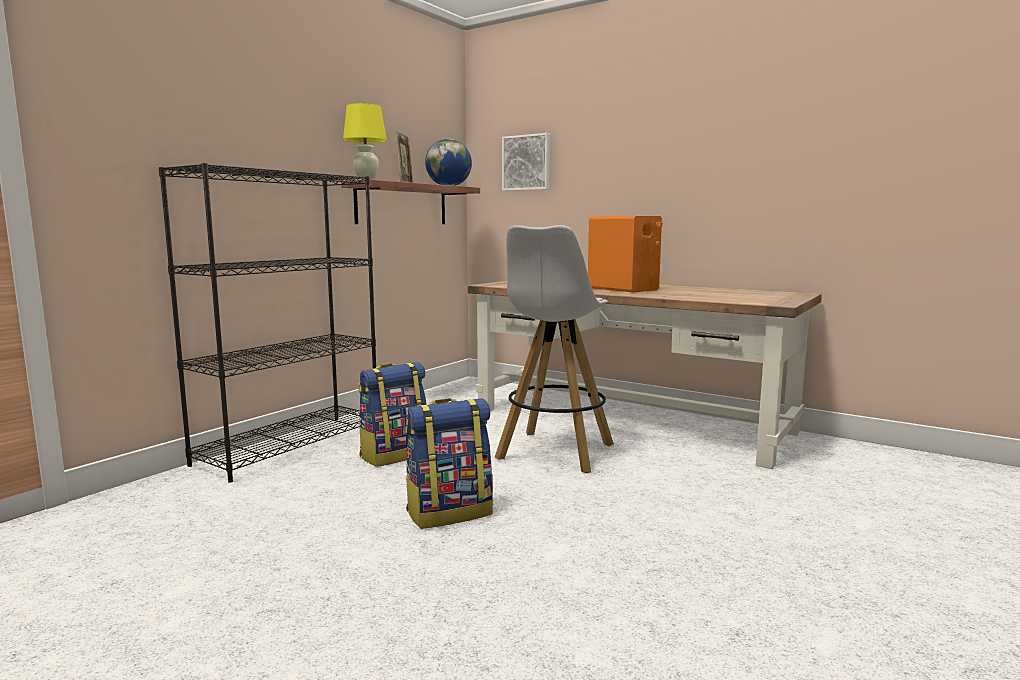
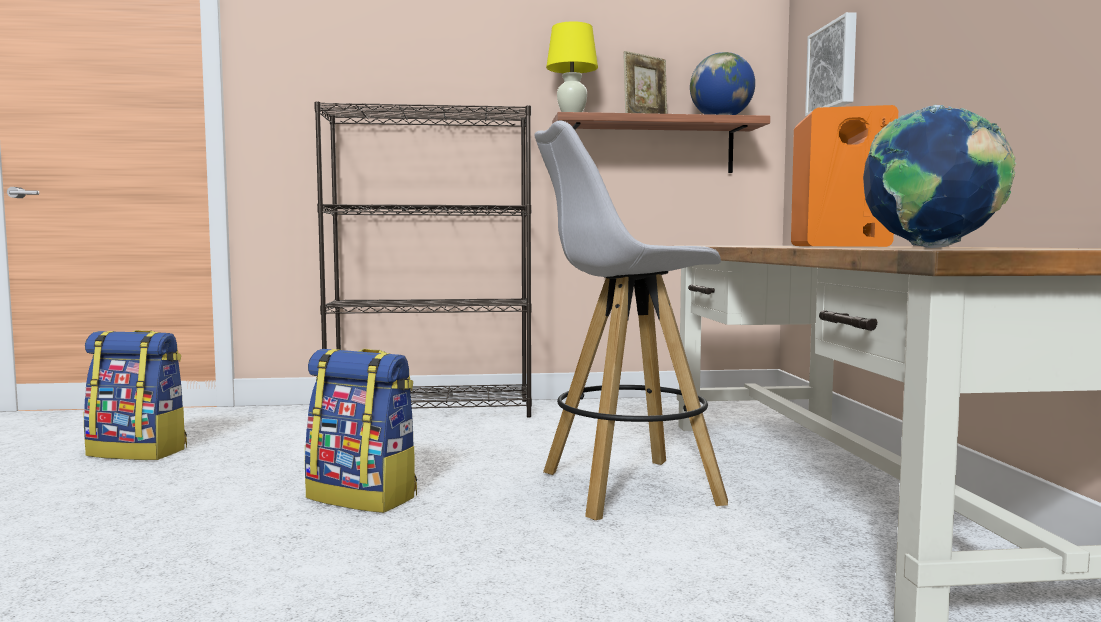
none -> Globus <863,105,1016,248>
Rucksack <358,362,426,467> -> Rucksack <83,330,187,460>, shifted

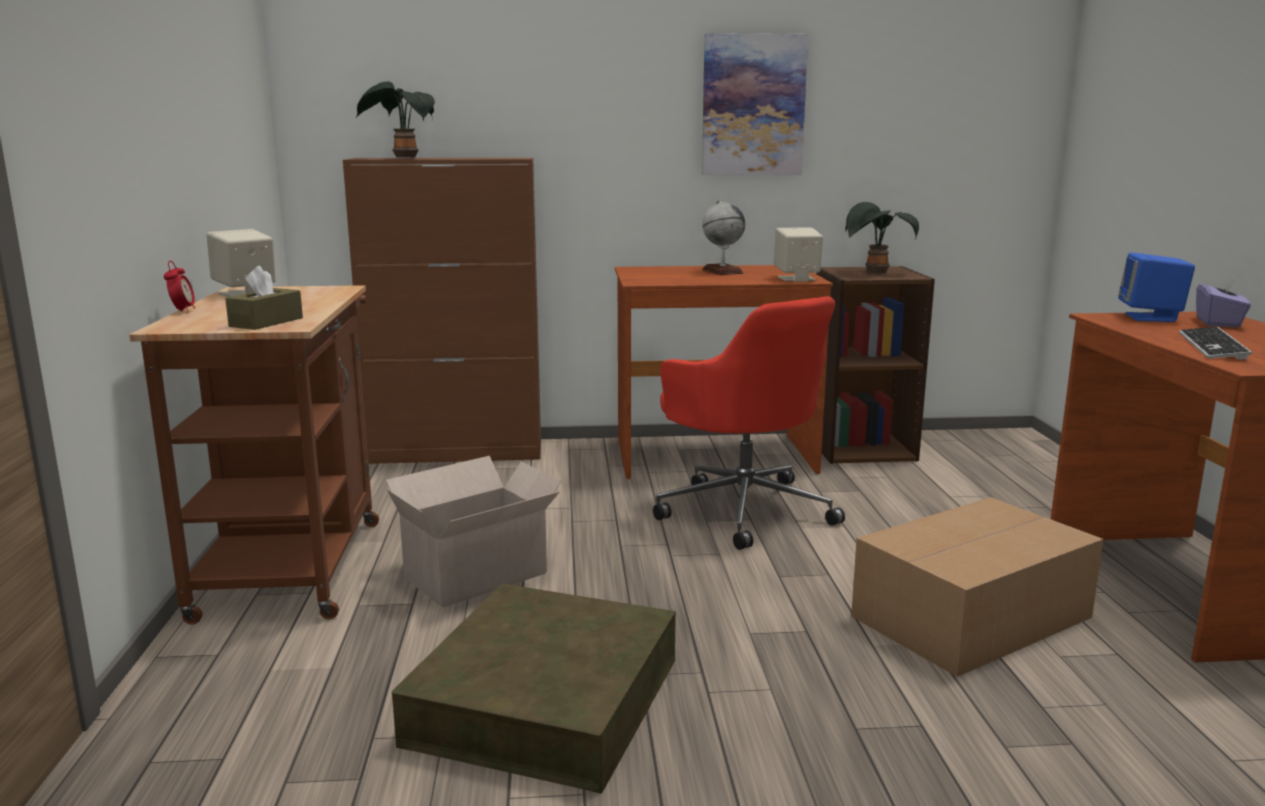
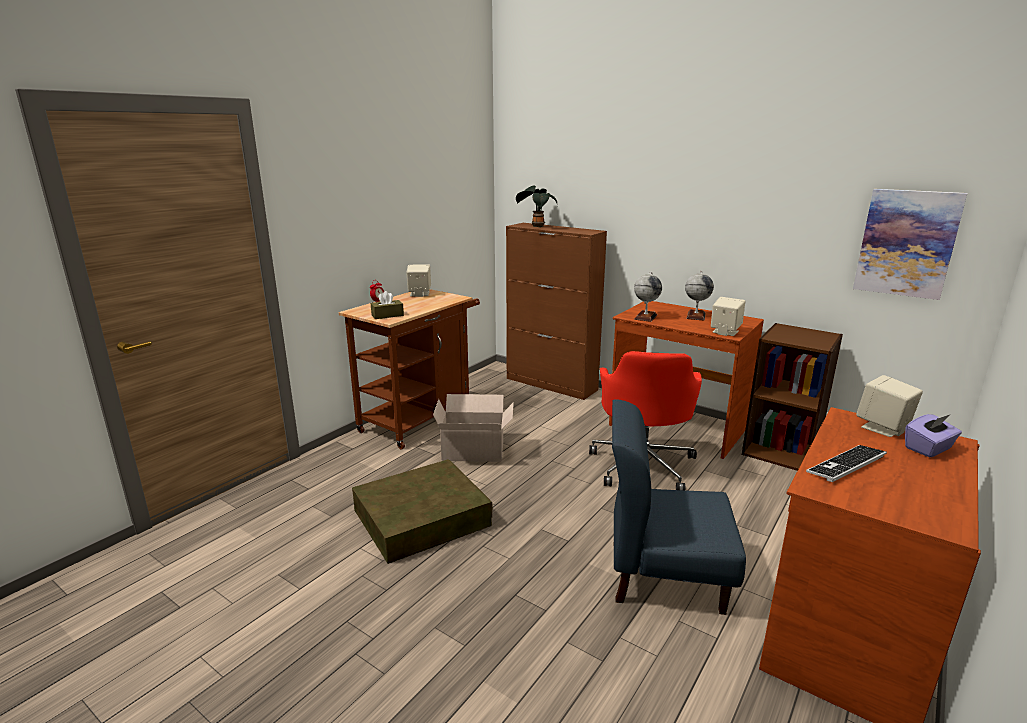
Topfpflanze <845,202,919,273> -> none
none -> Globus <634,272,662,322>
Bild <702,33,808,175> -> Bild <853,189,967,300>, shifted
Karton <851,497,1104,677> -> Stuhl (blau) <612,399,746,615>
Lautsprecher (blau) <1118,253,1195,322> -> Lautsprecher (beige) <856,375,923,437>

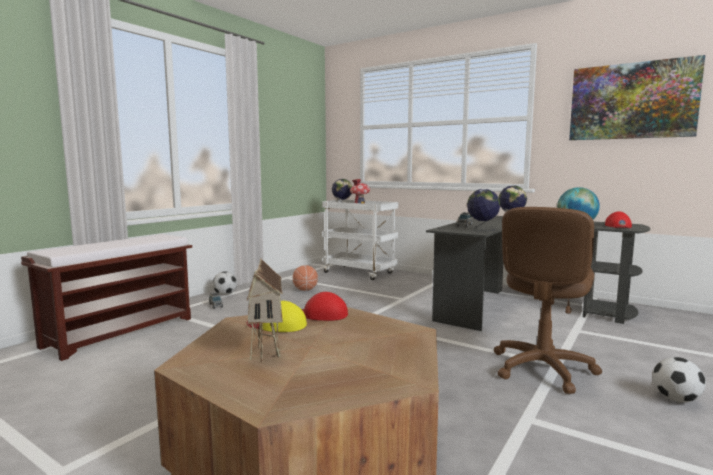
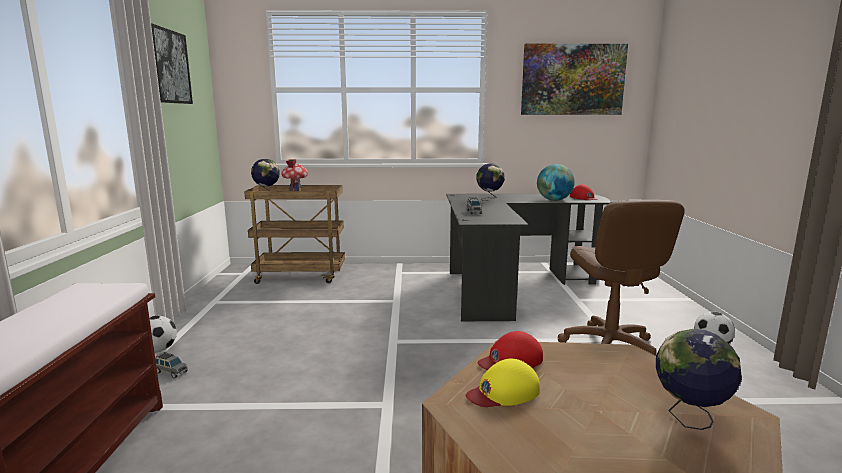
Spielzeughaus <247,258,283,362> -> none
Basketball <293,265,318,291> -> none
none -> Bild <151,23,193,104>
Globus <467,189,500,231> -> Globus <656,329,742,430>, shifted
Rollwagen (weiß) <322,200,398,280> -> Rollwagen (braun) <244,185,345,284>

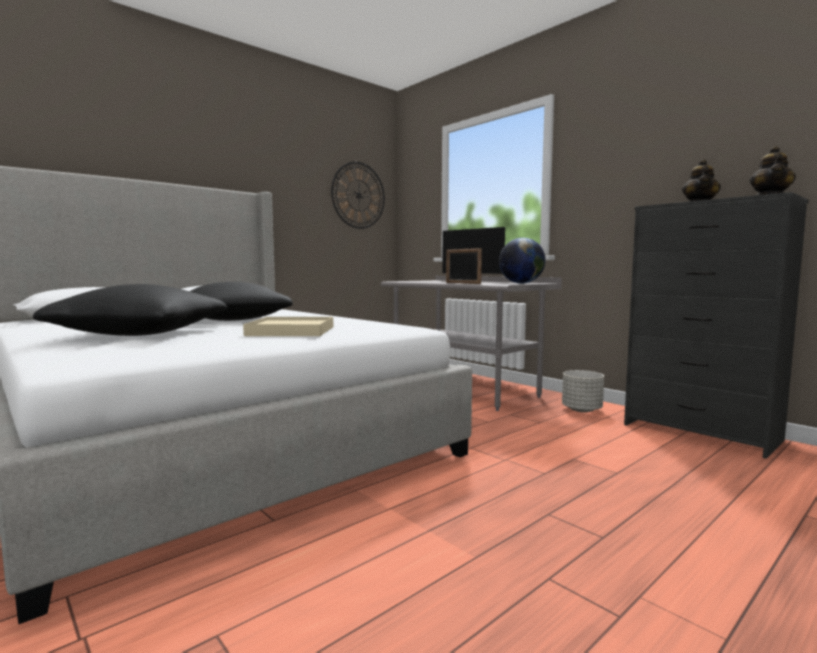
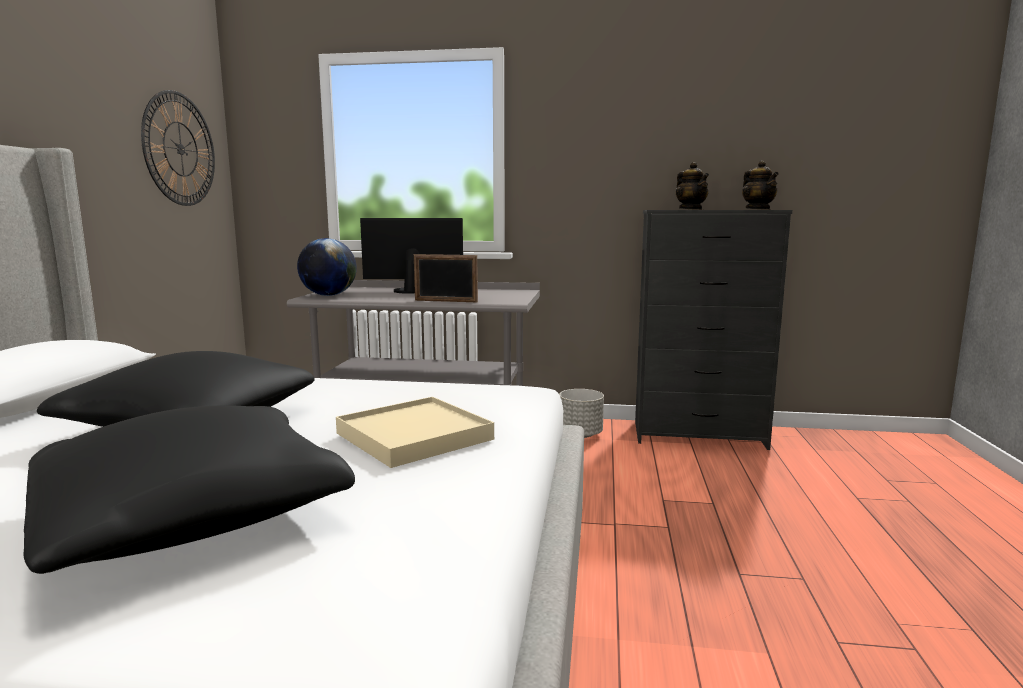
Globus <499,238,546,284> -> Globus <297,238,357,296>, shifted

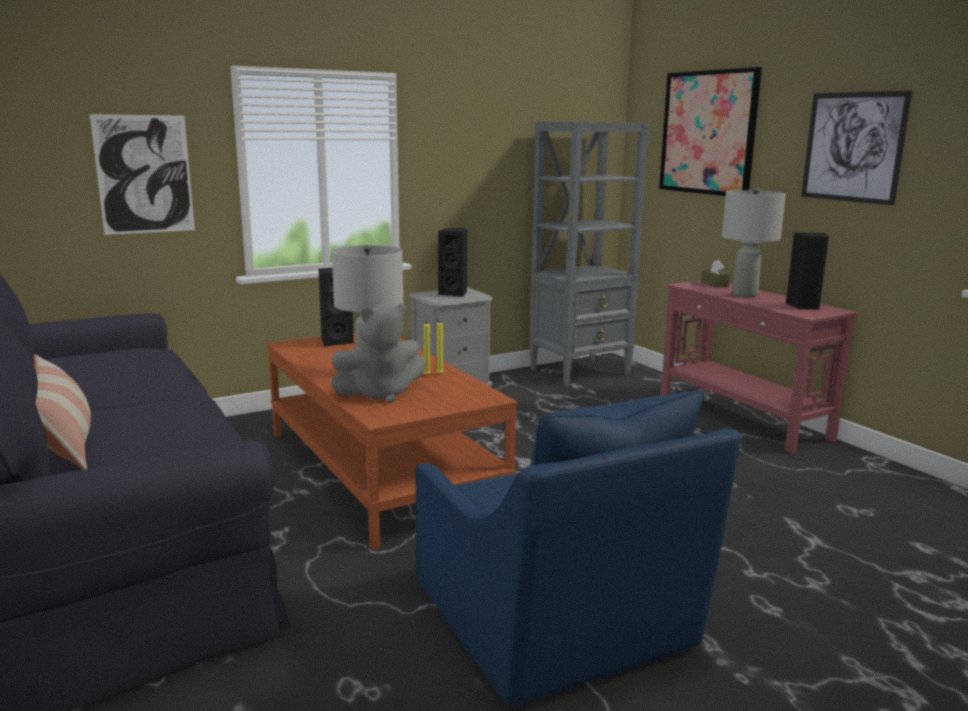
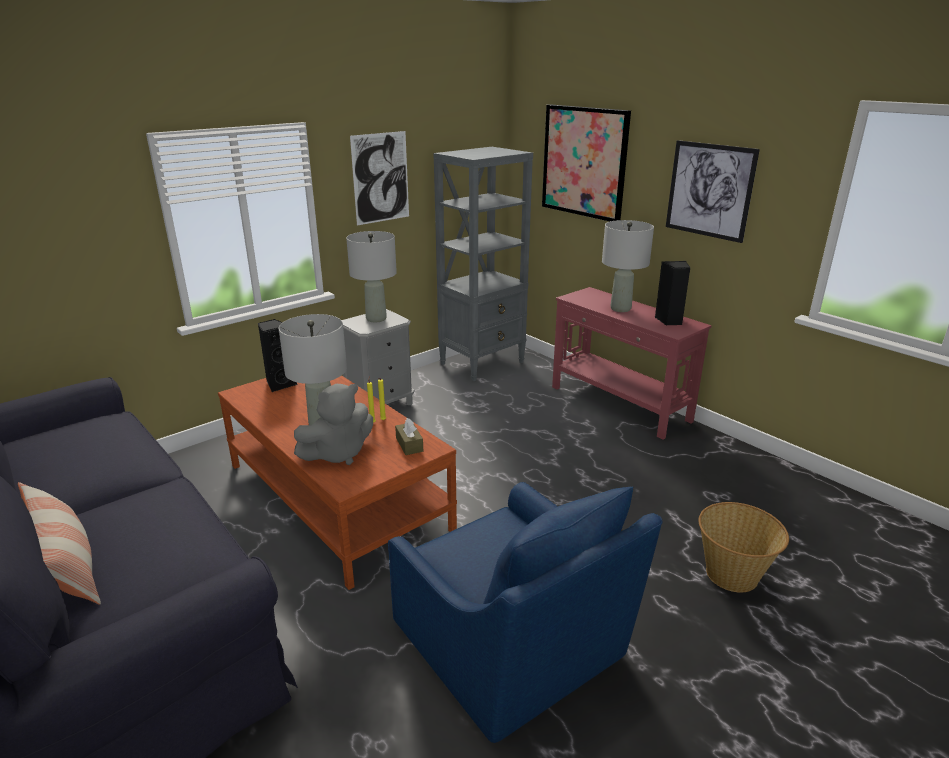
none -> Korb <699,502,789,593>
Bild <90,114,195,235> -> Bild <350,131,409,226>, shifted
Taschentuchbox (braun) <701,260,730,288> -> Taschentuchbox (braun) <395,418,423,455>, shifted
Lautsprecher (schwarz) <438,228,467,297> -> Tischlampe (grau) <346,231,397,322>

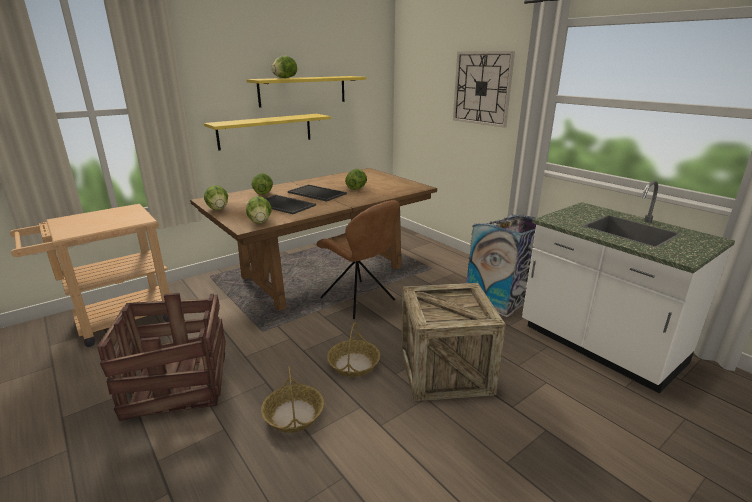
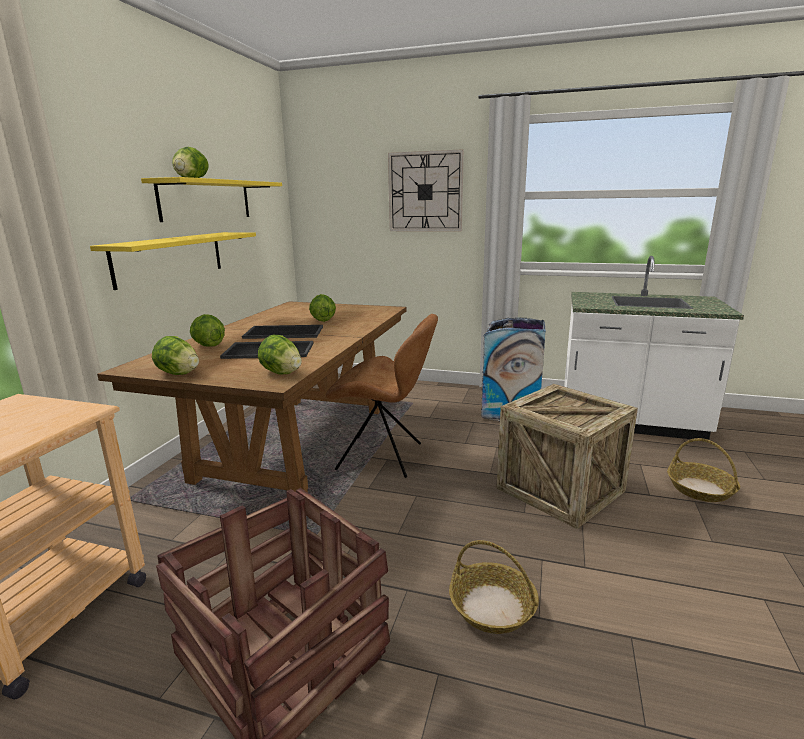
Korb <327,322,380,377> -> Korb <667,438,740,502>, shifted

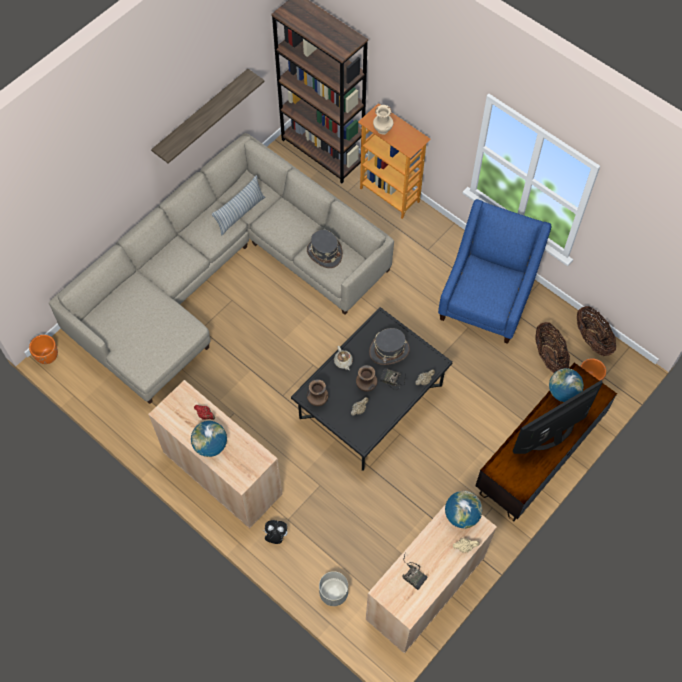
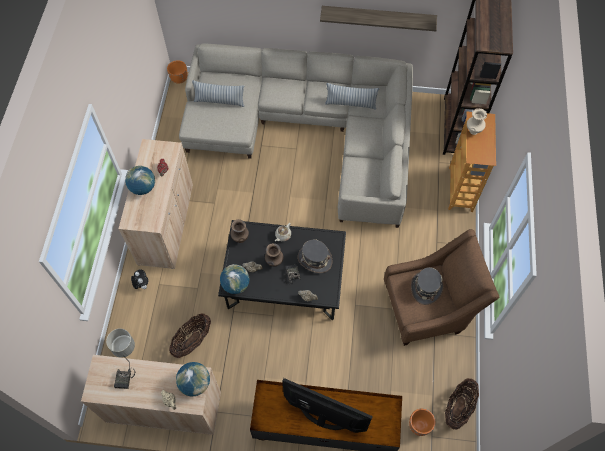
none -> Kissen <192,80,244,107>
Hut (grau) <307,230,343,268> -> Hut (grau) <411,267,444,305>, shifted
Korb <535,322,570,373> -> Korb <169,313,211,358>, shifted
Globus <549,368,584,402> -> Globus <220,264,250,294>, shifted
Sessel (blau) <438,199,551,344> -> Sessel (braun) <384,229,499,346>

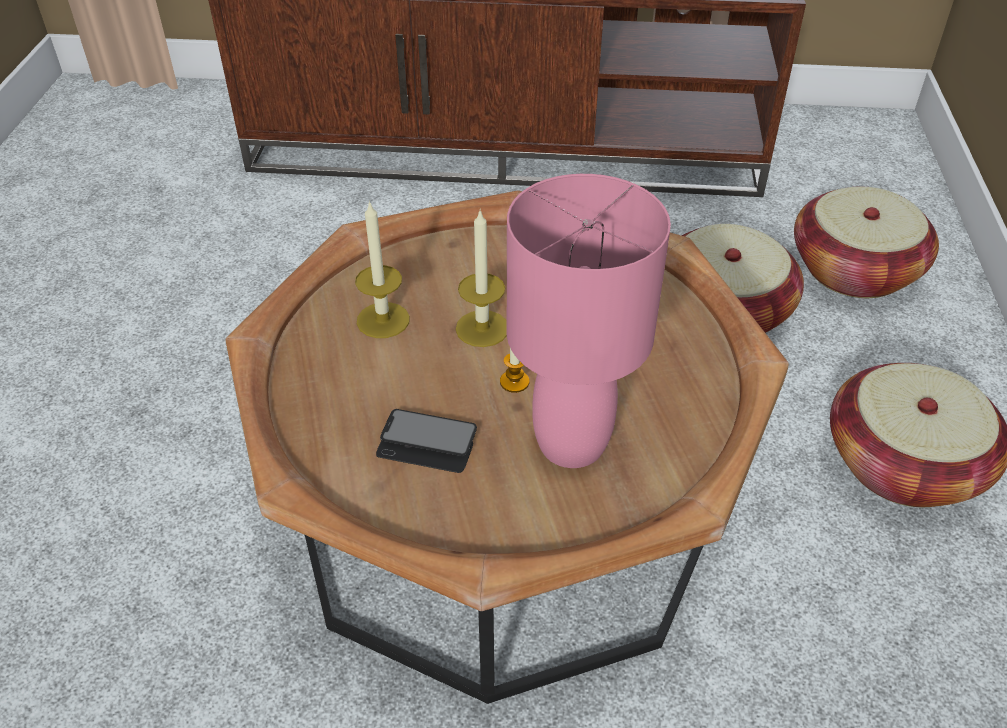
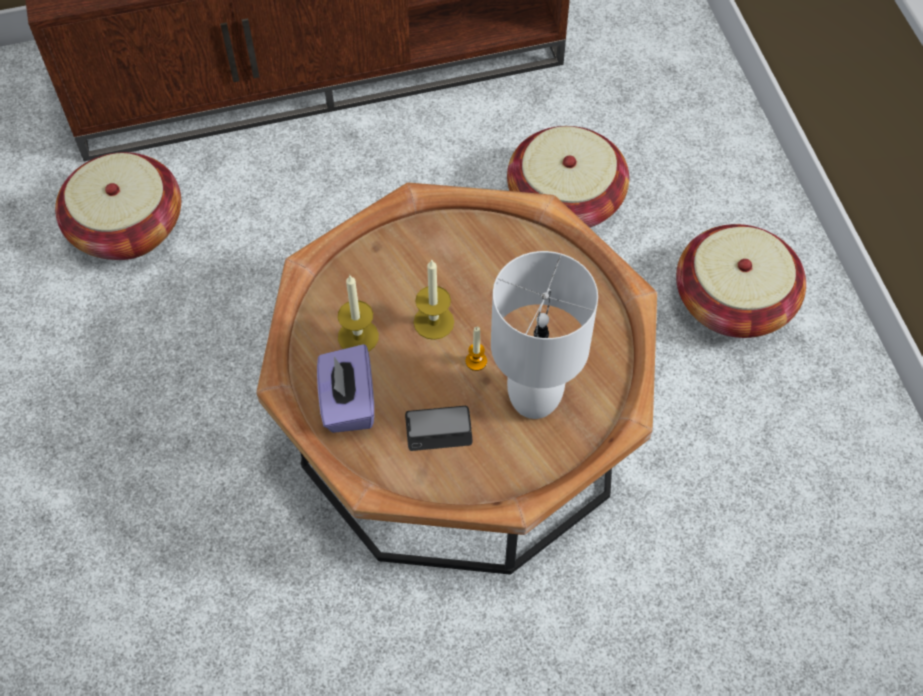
none -> Taschentuchbox (lila) <317,344,374,433>
Korb <794,187,939,298> -> Korb <55,152,181,260>, shifted
Tischlampe (rosa) <507,174,671,468> -> Tischlampe (weiß) <491,251,598,419>

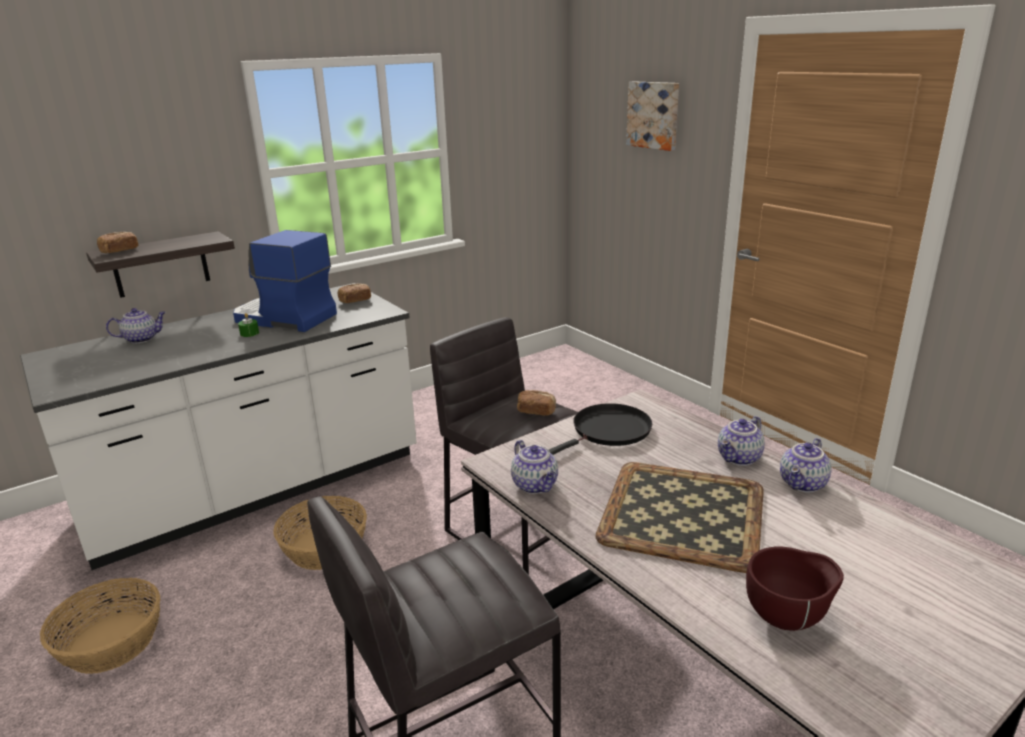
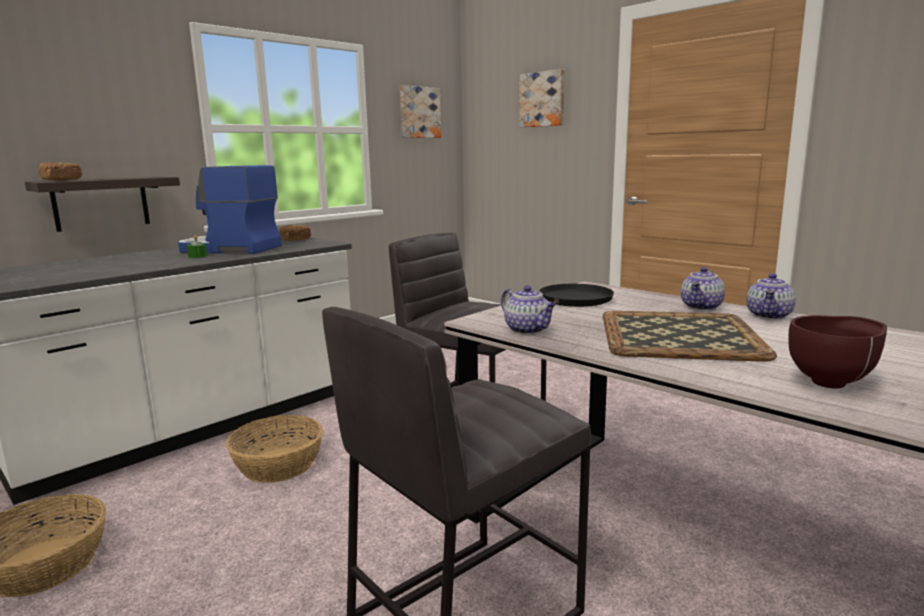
Teekanne <106,308,166,343> -> none
Brot <517,390,556,416> -> none
none -> Bild <400,85,441,138>

